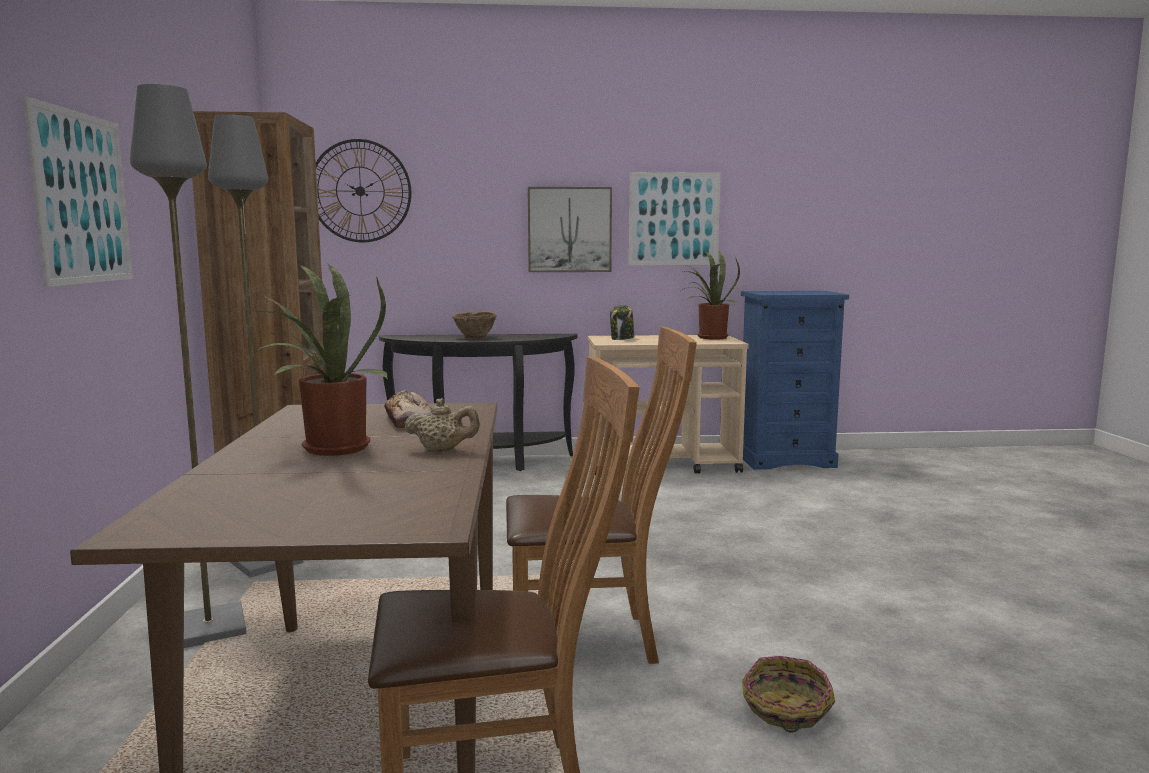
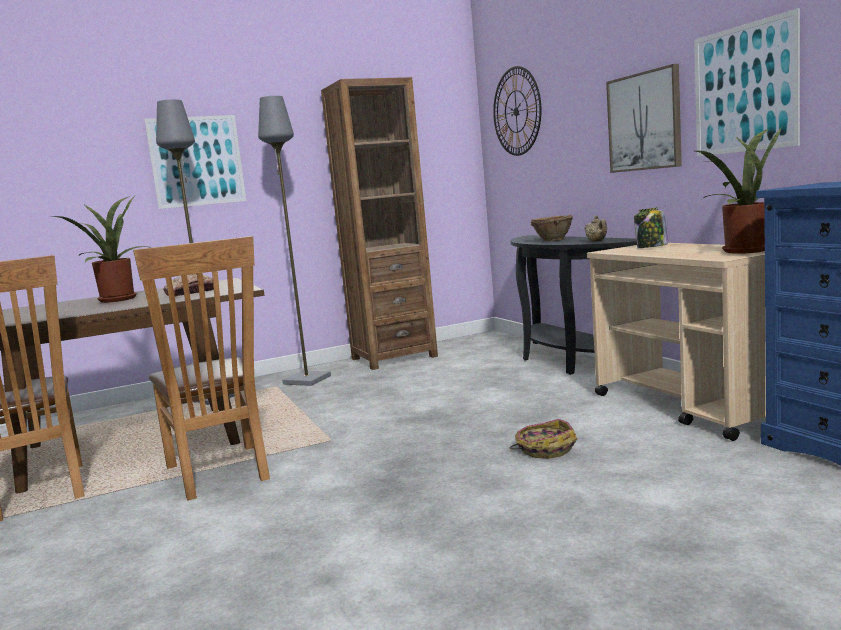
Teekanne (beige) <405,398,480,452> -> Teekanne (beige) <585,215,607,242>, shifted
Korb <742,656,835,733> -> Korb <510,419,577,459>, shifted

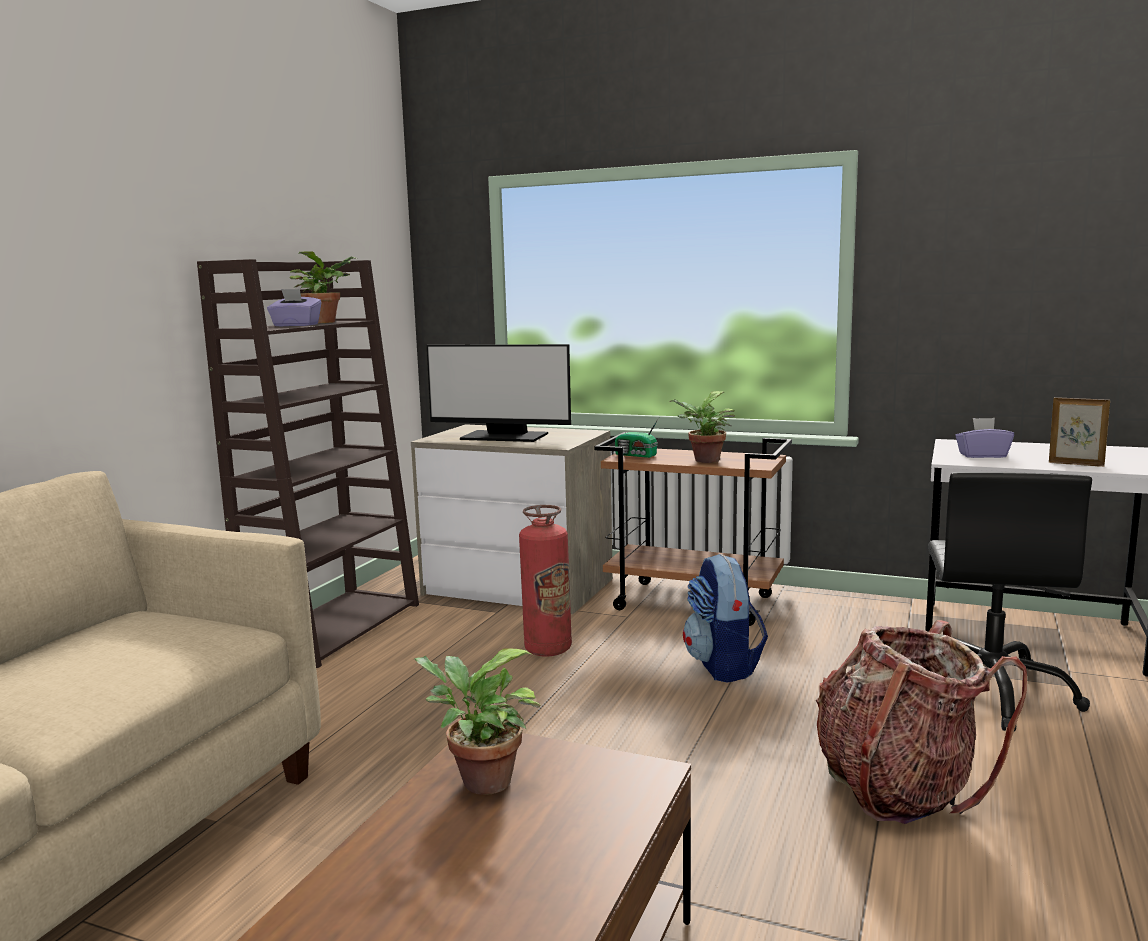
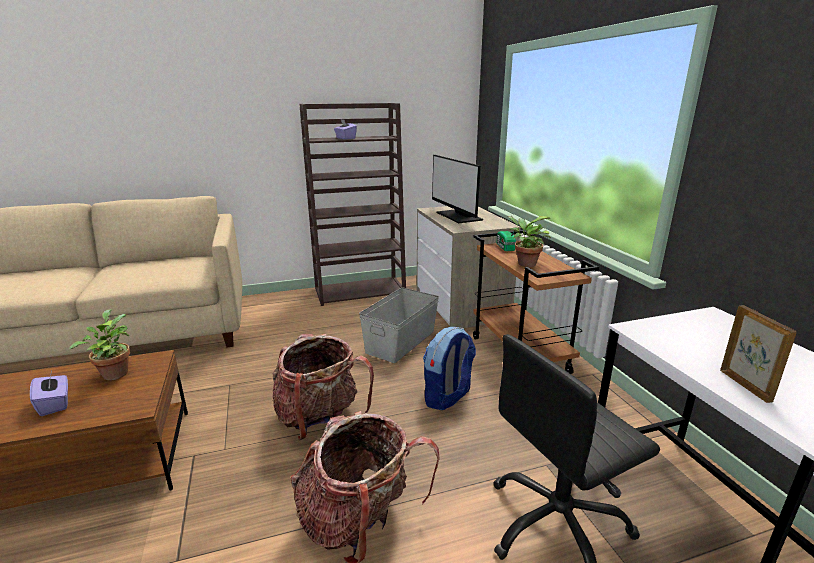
Topfpflanze <290,251,357,323> -> none
none -> Rucksack <272,334,374,441>
Taschentuchbox (lila) <955,418,1014,458> -> Taschentuchbox (lila) <30,371,68,416>, shifted
Feuerlöscher <519,505,572,657> -> Aufbewahrungsbox (grau) <359,287,439,363>

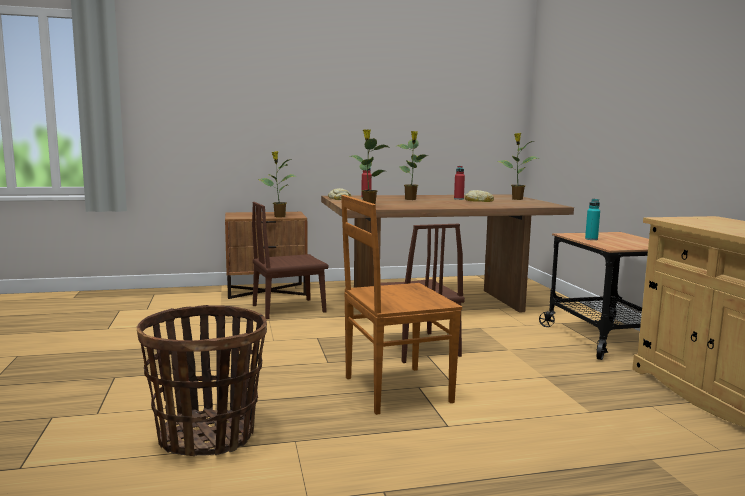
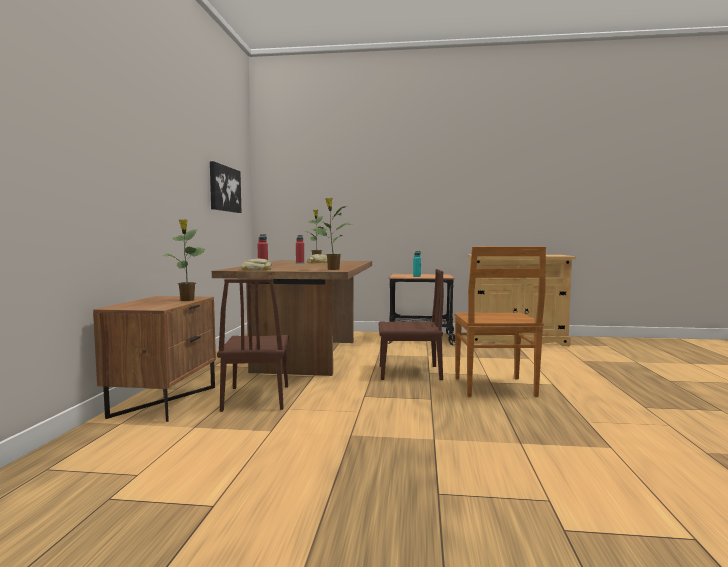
Korb <137,305,267,456> -> none
Topfpflanze <397,131,428,200> -> none
none -> Bild <210,161,241,213>

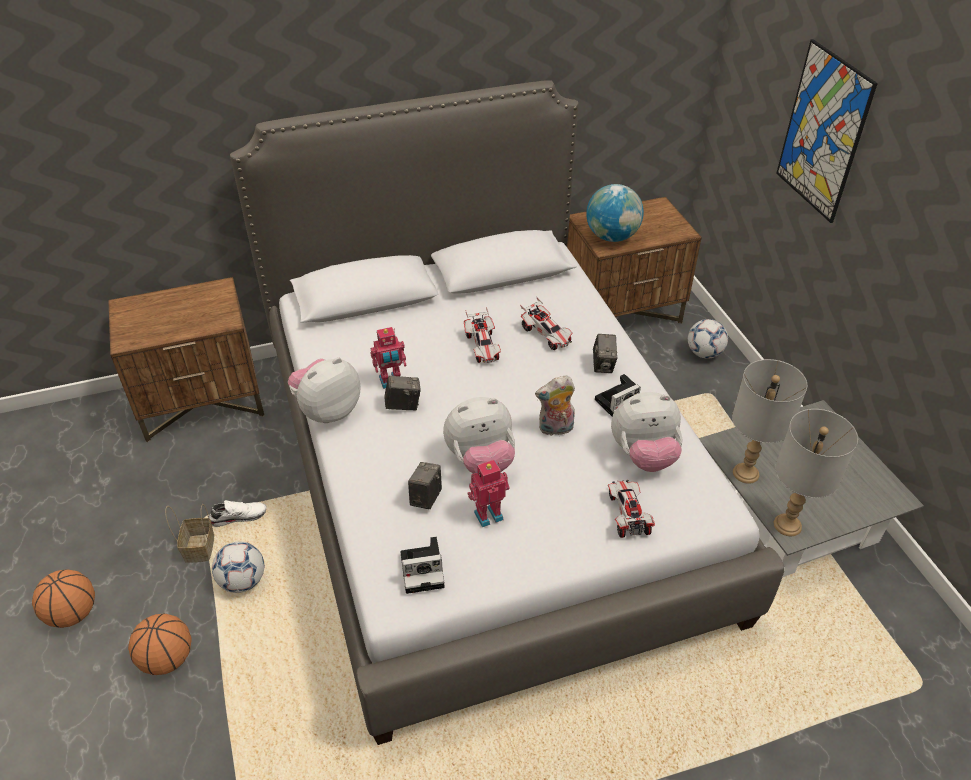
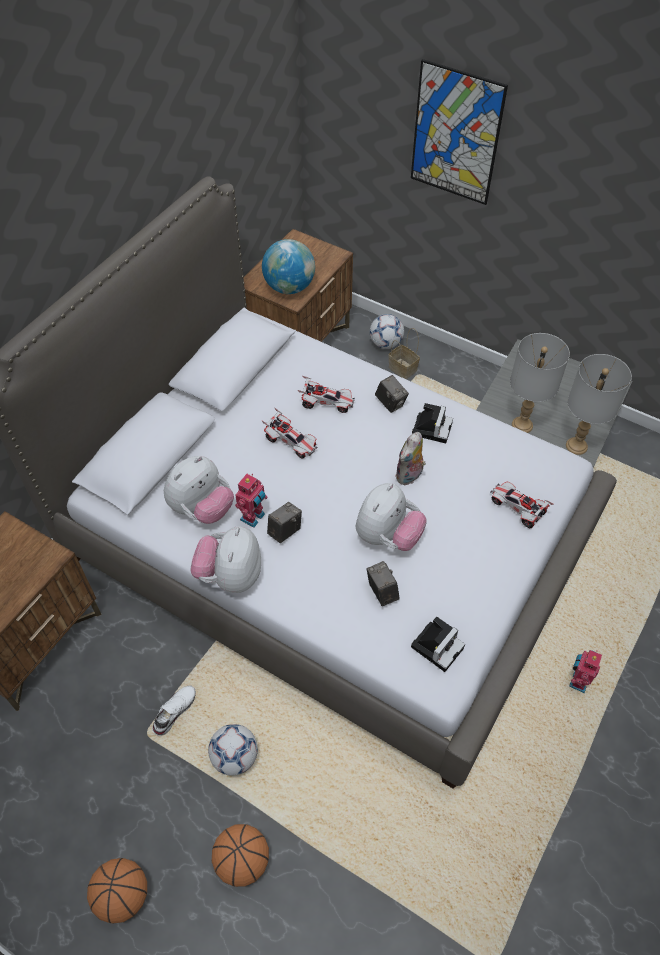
Korb <165,504,214,563> -> Korb <388,328,420,379>, shifted
Spielzeugroboter <467,460,509,527> -> Spielzeugroboter <569,650,602,693>, shifted
Plüschtier <611,392,683,472> -> Plüschtier <164,456,234,524>, shifted

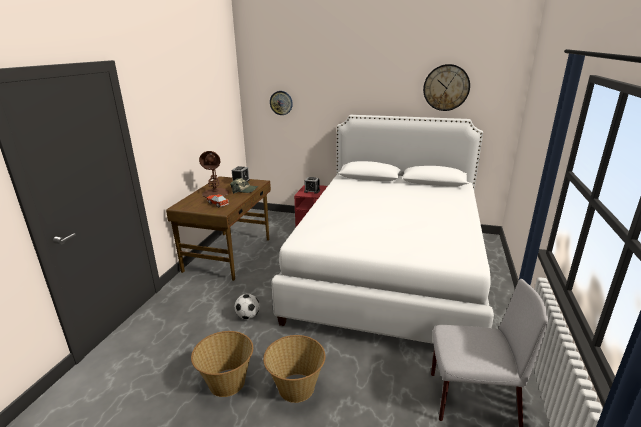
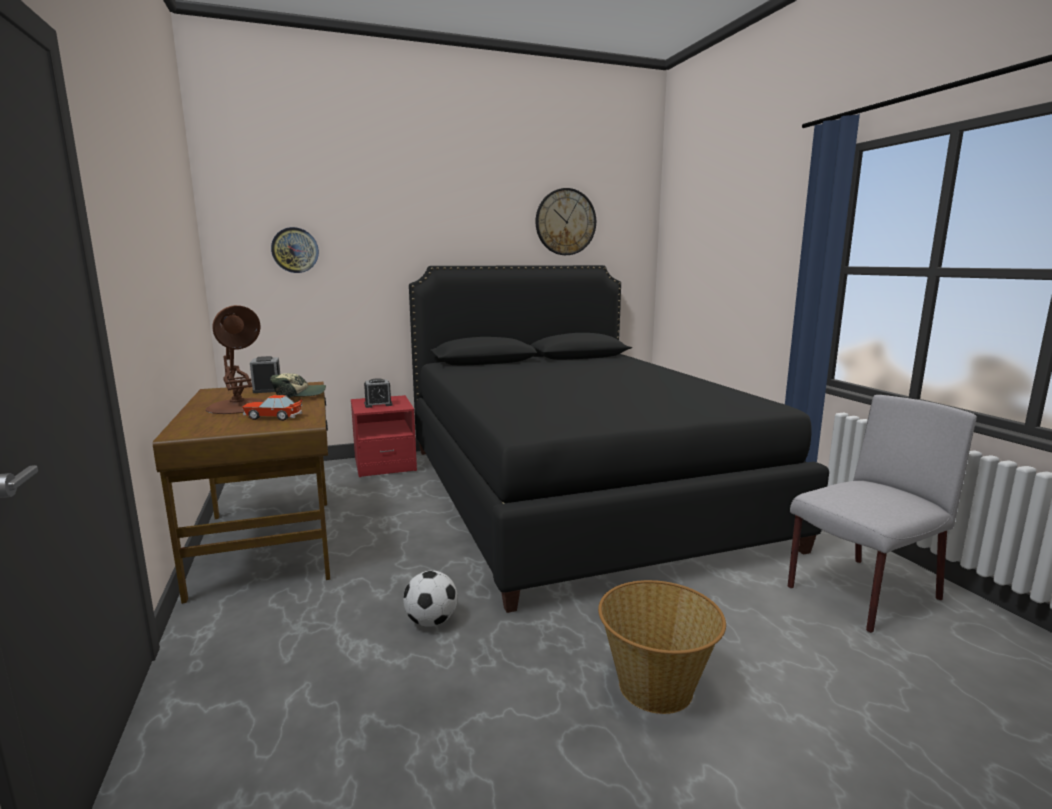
Korb <191,331,253,397> -> none
Bett (weiß) <271,115,494,344> -> Bett (schwarz) <409,265,829,613>

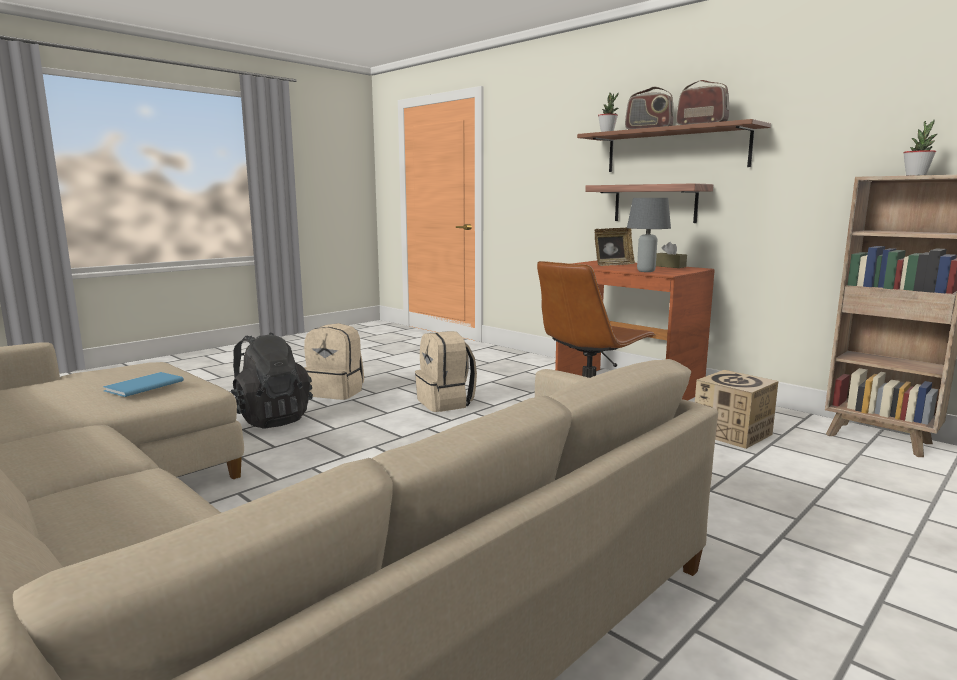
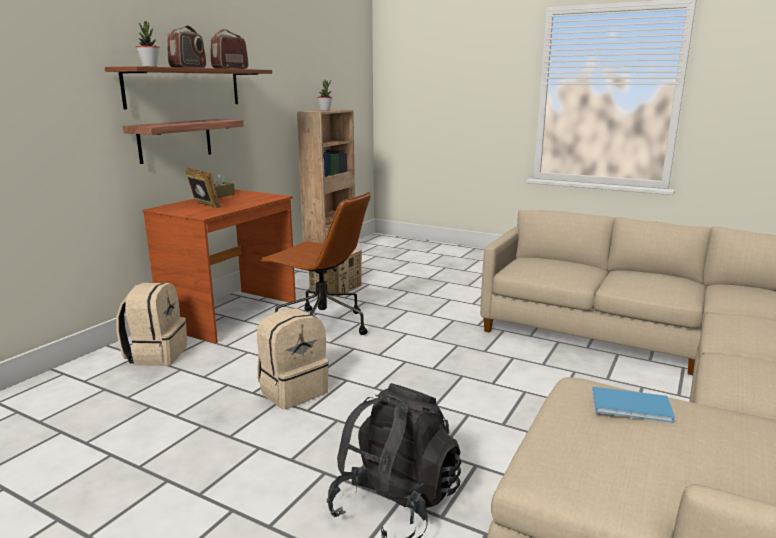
Tischlampe (grau) <627,198,671,272> -> none
Rucksack (beige) <304,323,364,400> -> Rucksack (beige) <117,283,187,366>, shifted

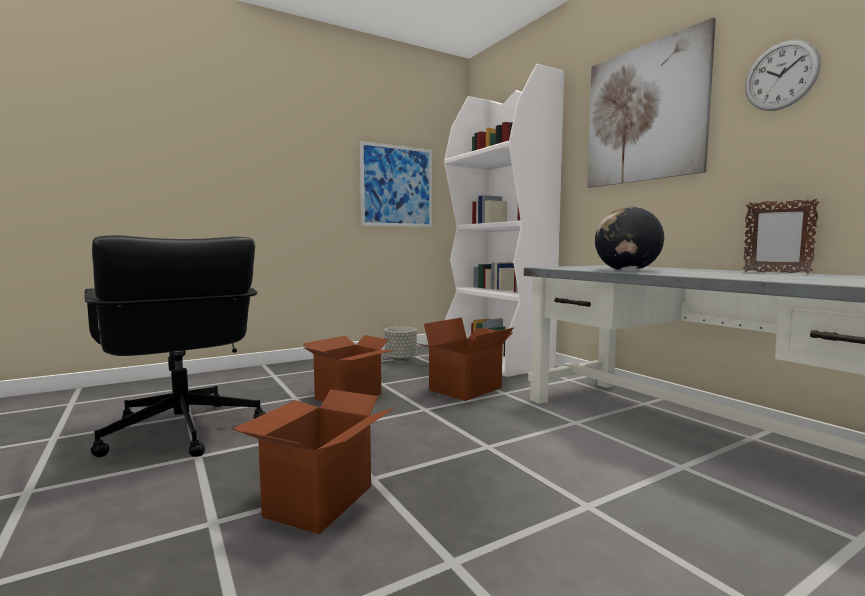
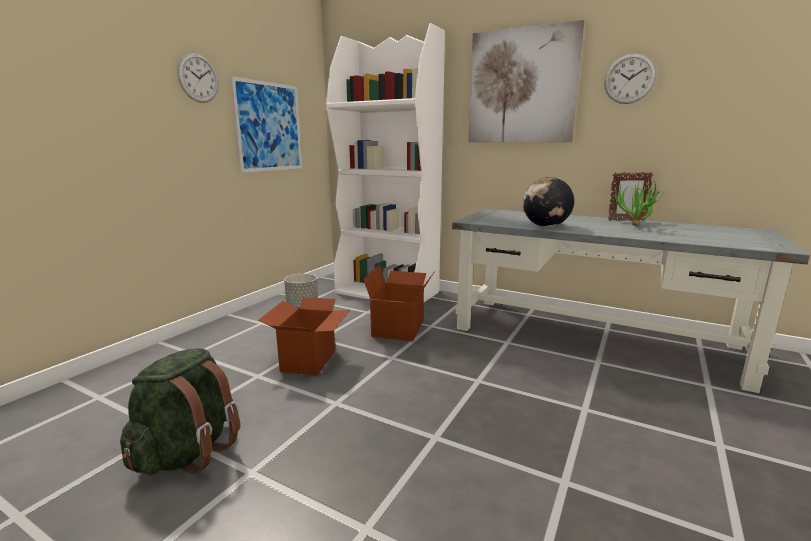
Karton <233,389,395,534> -> none
none -> Wanduhr <177,53,218,103>
none -> Topfpflanze <614,179,665,226>
Bürostuhl (schwarz) <84,235,266,457> -> Rucksack (grün) <120,348,240,475>

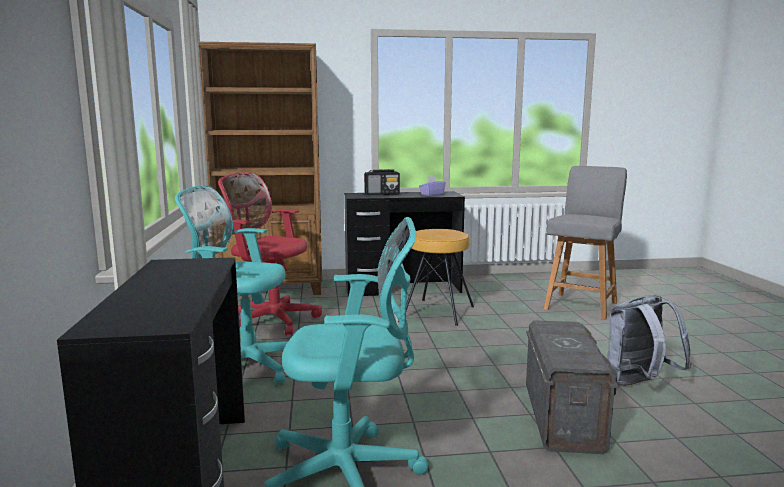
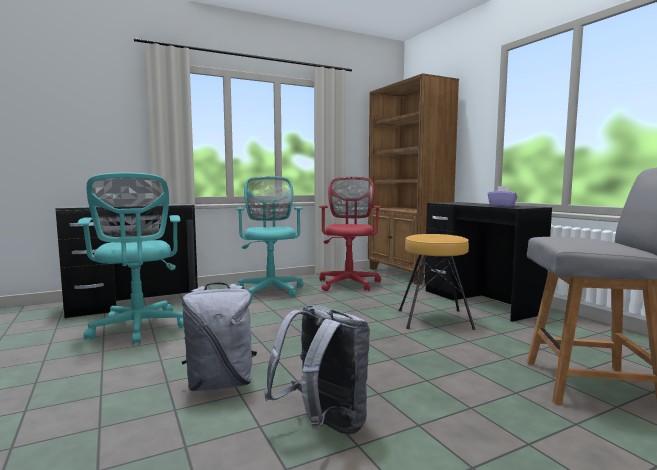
Radio <364,169,400,195> -> none
Aufbewahrungsbox (grau) <526,320,618,454> -> Rucksack (grau) <182,282,257,391>

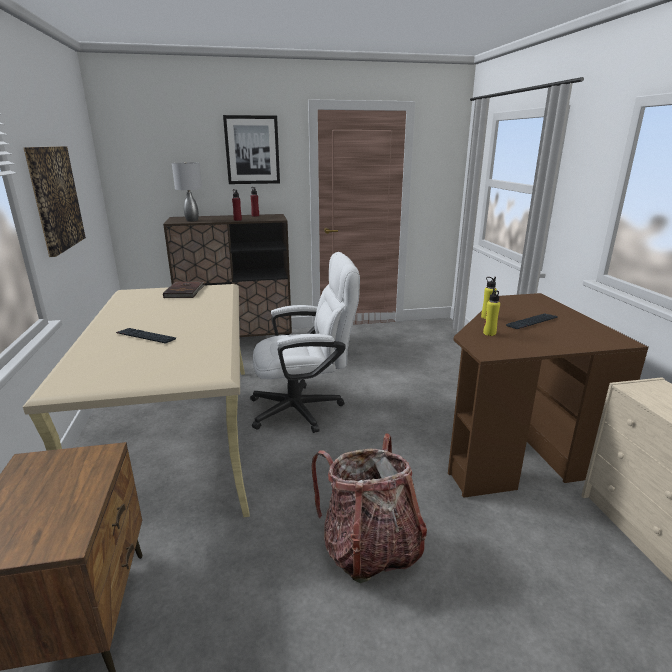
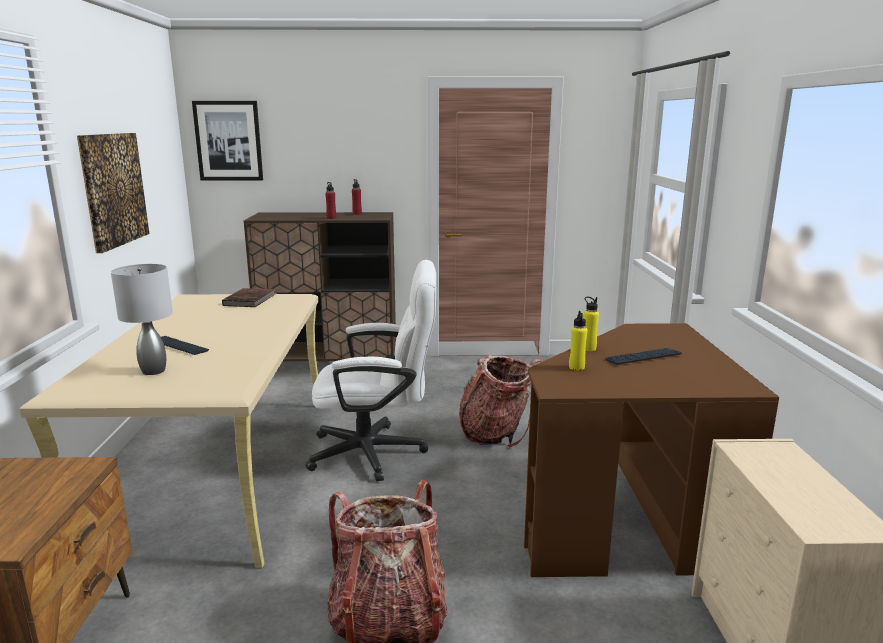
none -> Rucksack <459,355,543,447>
Tischlampe (grau) <172,162,202,222> -> Tischlampe (grau) <111,264,173,375>, shifted
Bild <223,115,280,184> -> Bild <192,101,263,181>, shifted

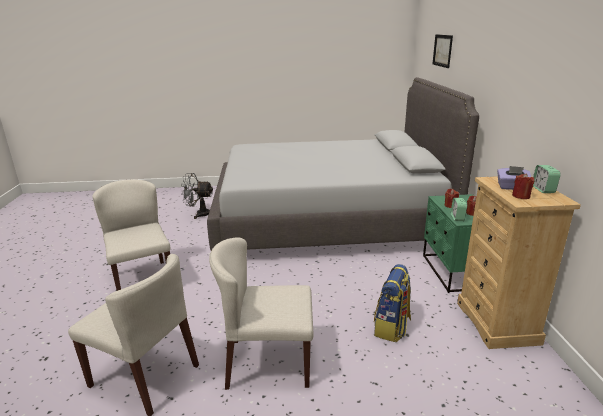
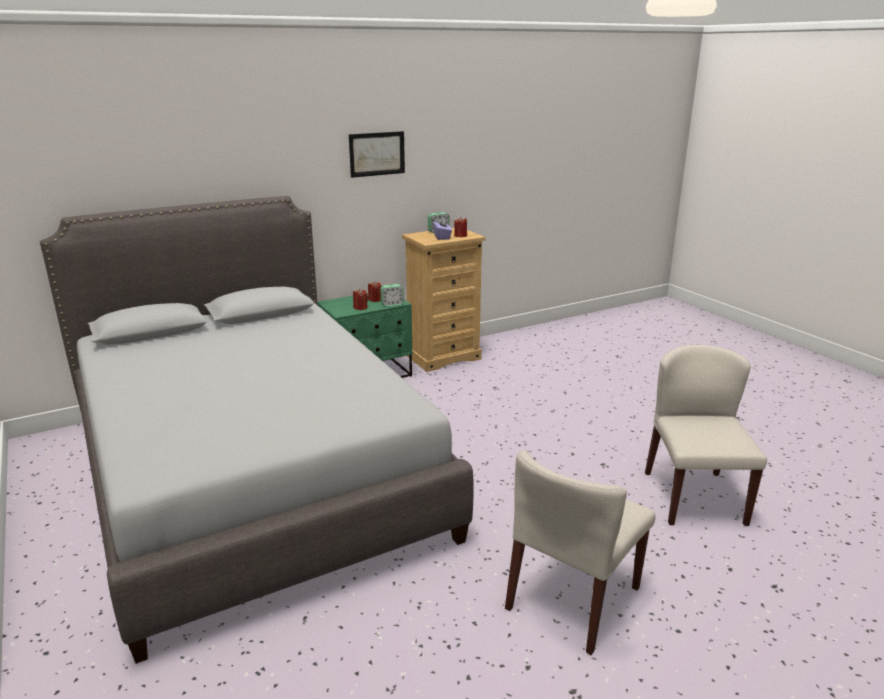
Ventilator (grau) <181,173,213,219> -> none
Stuhl (beige) <209,237,314,390> -> none
Rucksack <374,264,411,342> -> none
Bild <433,34,453,68> -> Bild <349,131,405,178>, shifted

